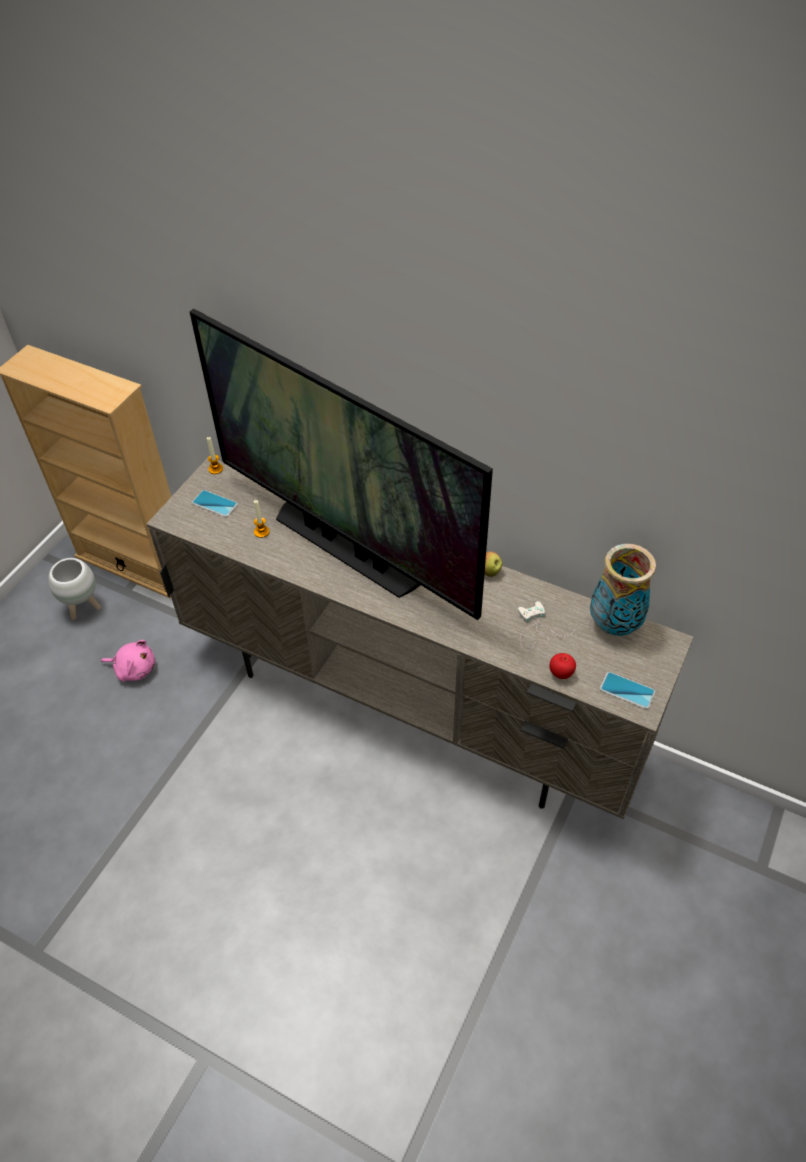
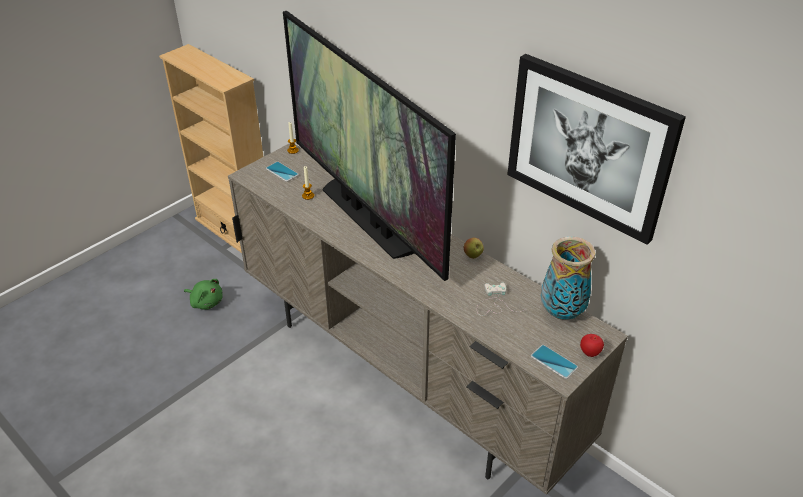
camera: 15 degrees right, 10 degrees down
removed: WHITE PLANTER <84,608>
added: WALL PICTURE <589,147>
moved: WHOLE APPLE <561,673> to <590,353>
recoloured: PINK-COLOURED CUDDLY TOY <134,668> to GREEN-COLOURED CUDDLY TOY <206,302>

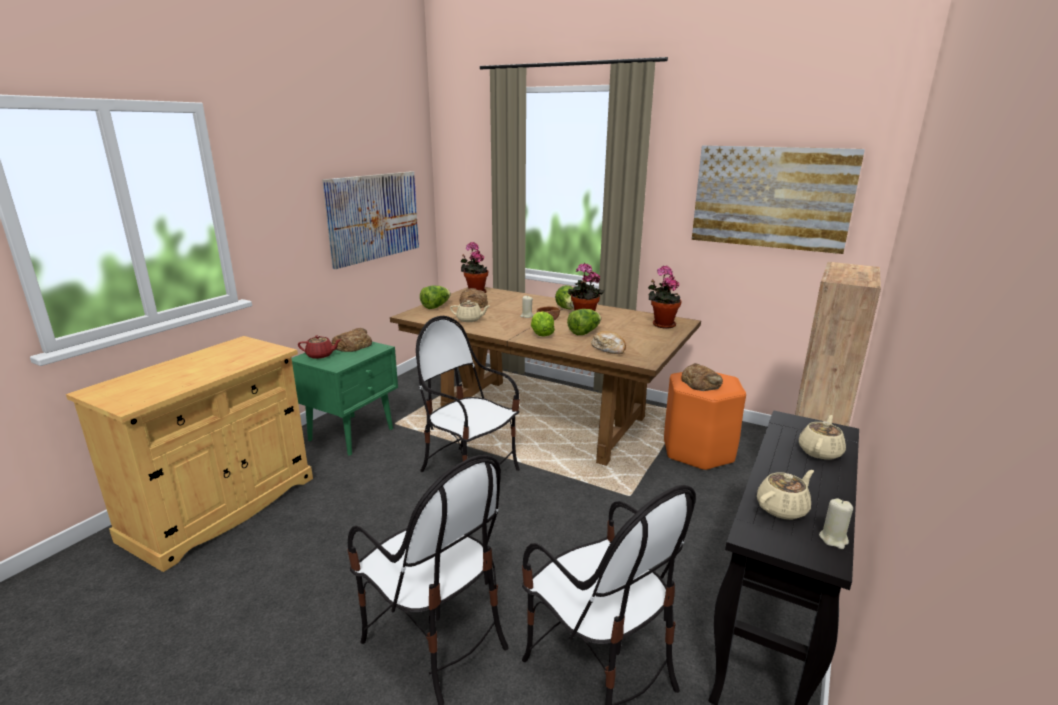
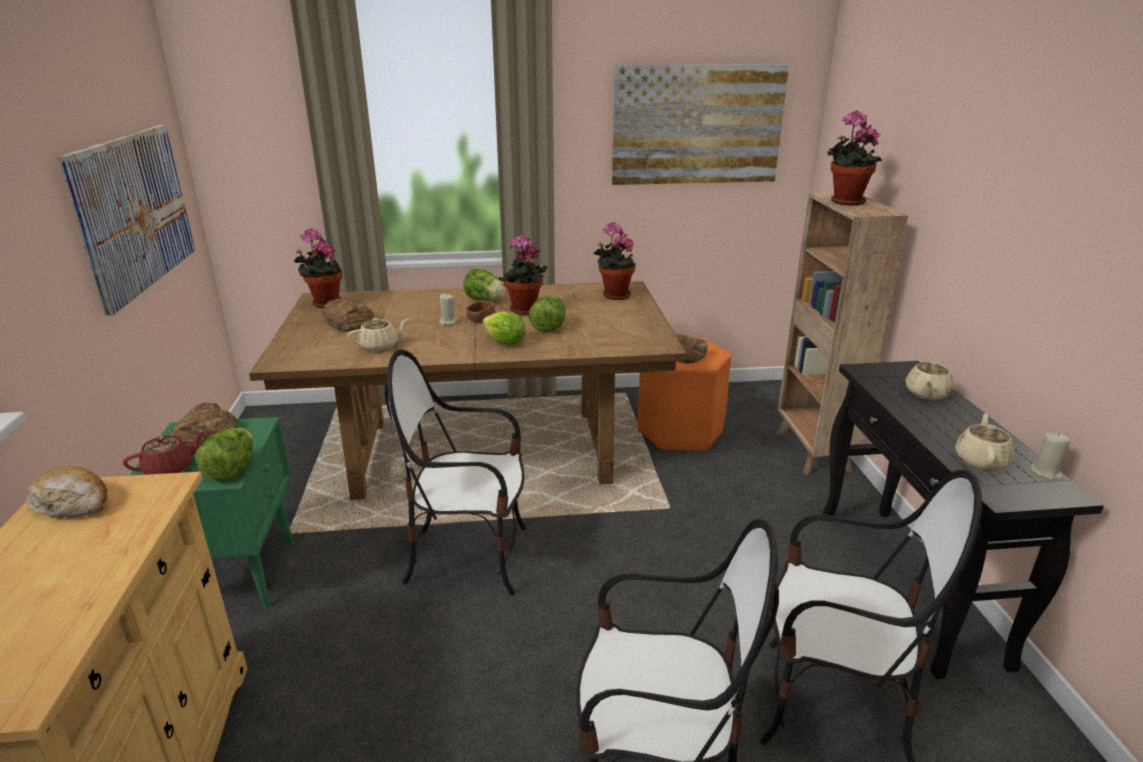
camera: 35 degrees left, 5 degrees up
added: HOUSEPLANT <844,202>
moved: LETTUCE <436,307> to <232,470>; BREAD <609,349> to <73,503>
turned: BEIGE TEA POT <820,451> = <926,393> 150 degrees counterclockwise

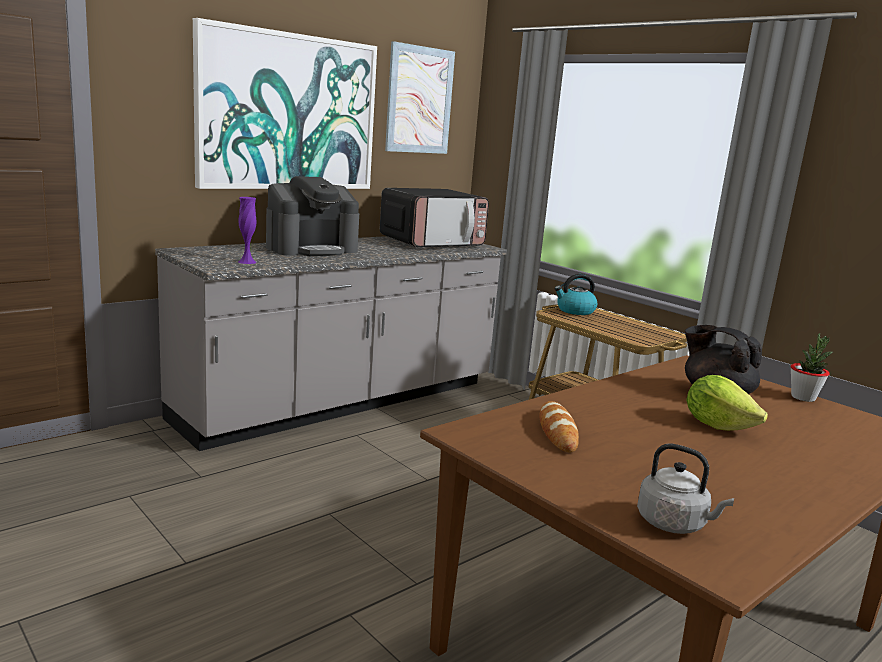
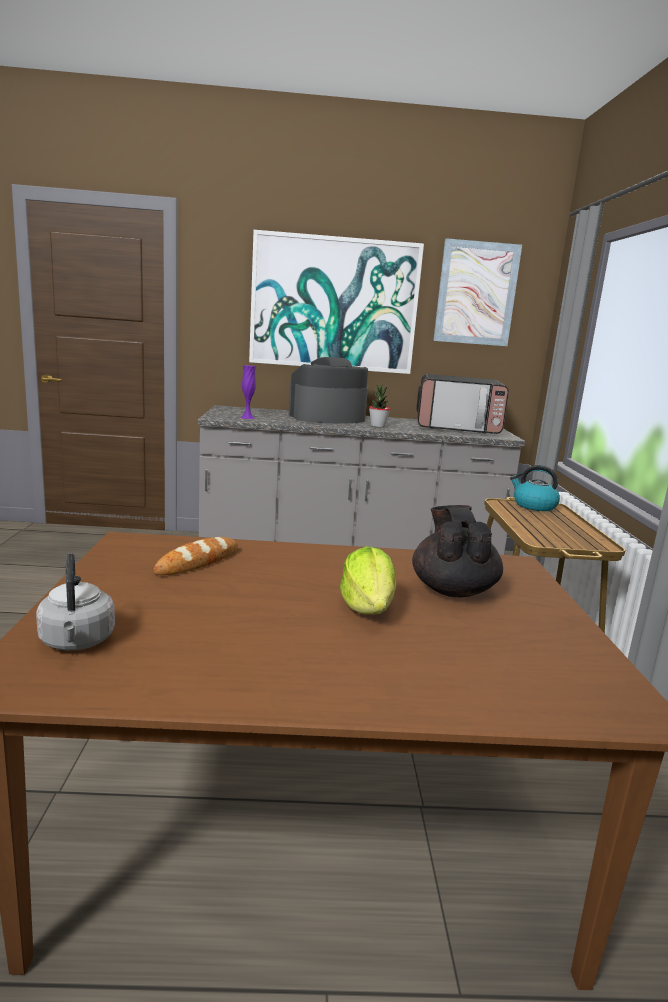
camera: 40 degrees right, 0 degrees up
moved: HOUSEPLANT <803,398> to <377,426>
turned: COFFEE BREWER <312,249> = <327,418> 150 degrees clockwise

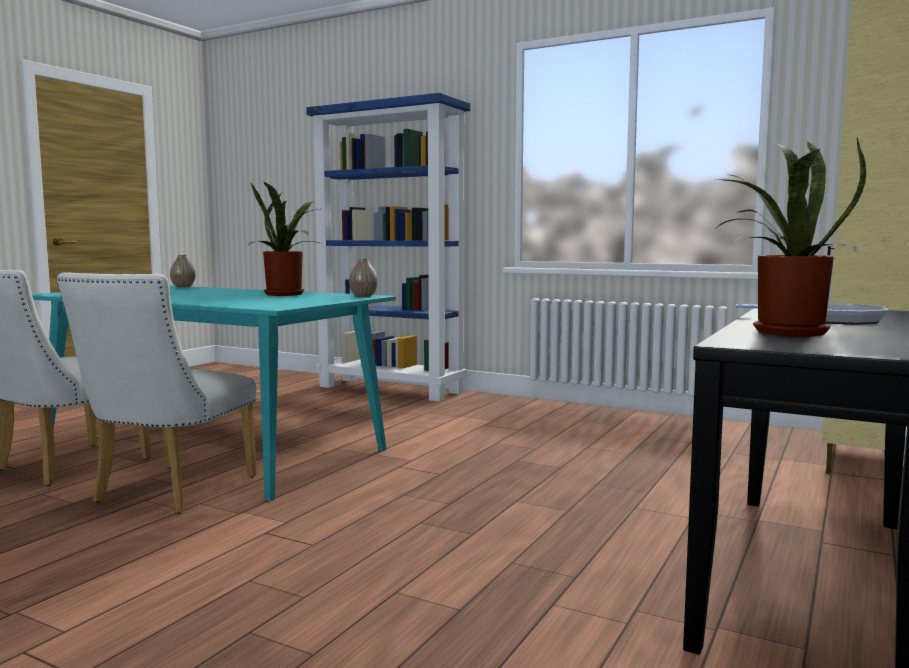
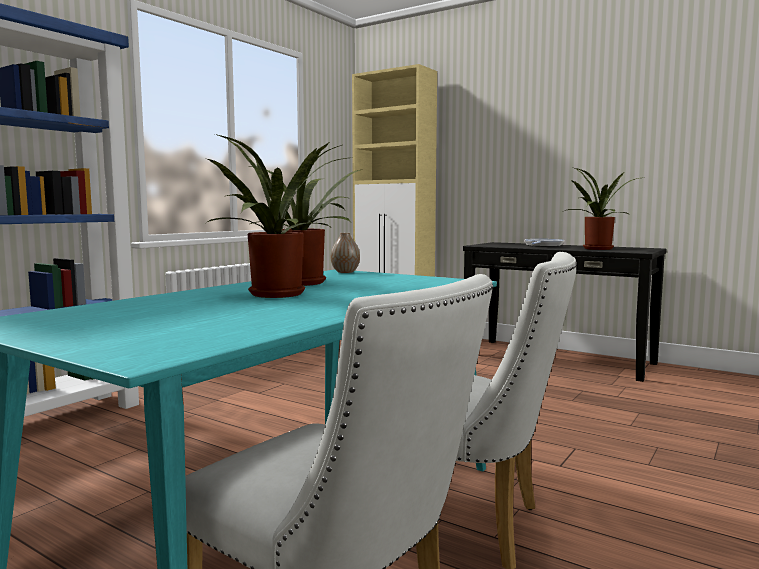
camera: 85 degrees left, 0 degrees up
removed: VASE <183,287>
added: HOUSEPLANT <275,295>

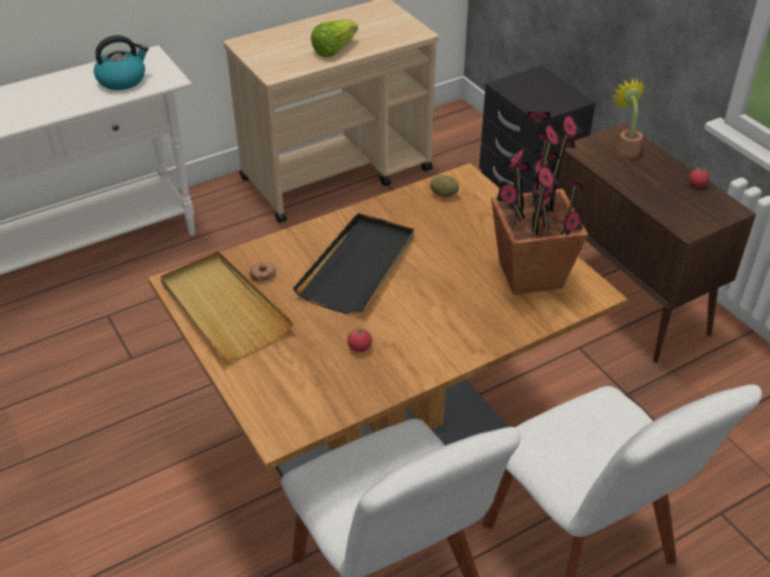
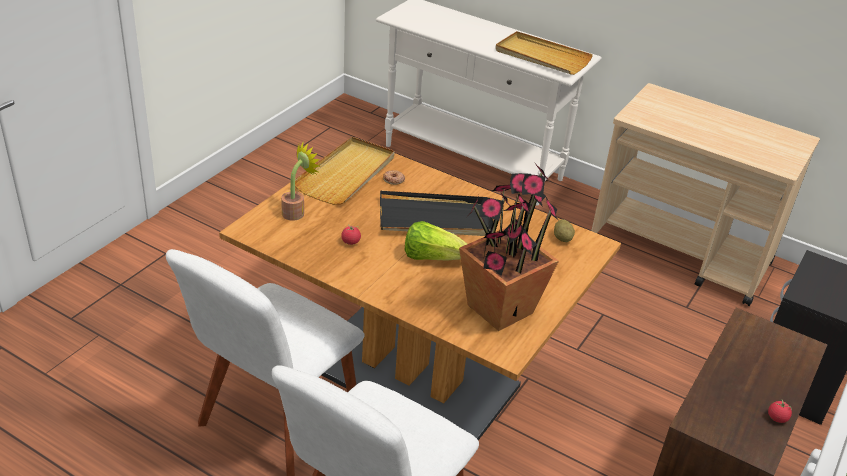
camera: 60 degrees right, 5 degrees down
moved: LETTUCE <334,50> to <432,257>; HOUSEPLANT <626,149> to <297,212>
replaced: WATER KETTLE <122,80> to BEIGE SERVING TRAY <542,57>

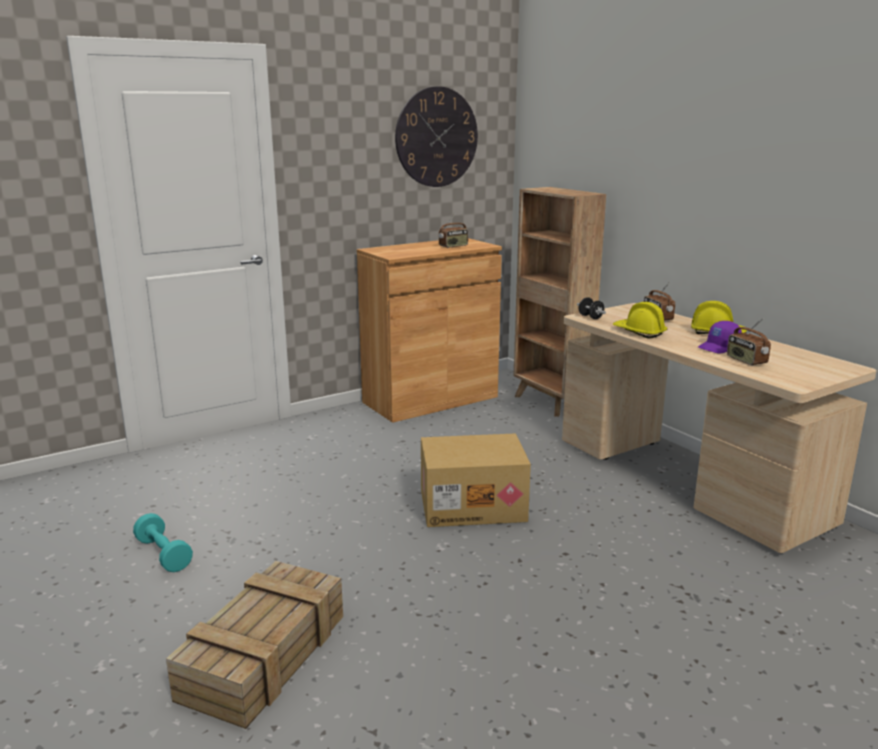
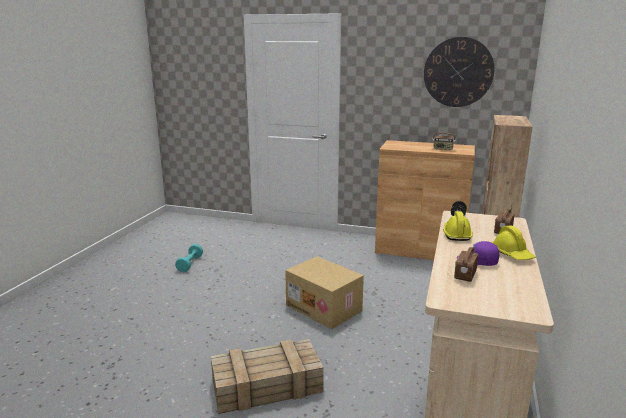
camera: 50 degrees right, 0 degrees up
moved: SHIPPING CRATE <265,654> to <268,385>

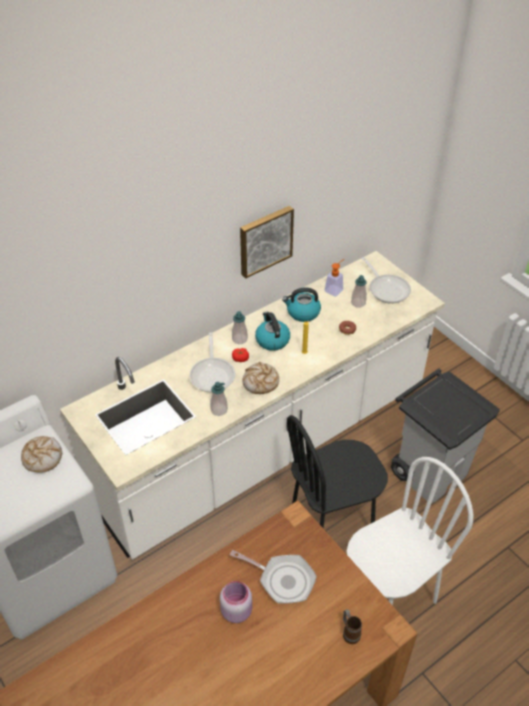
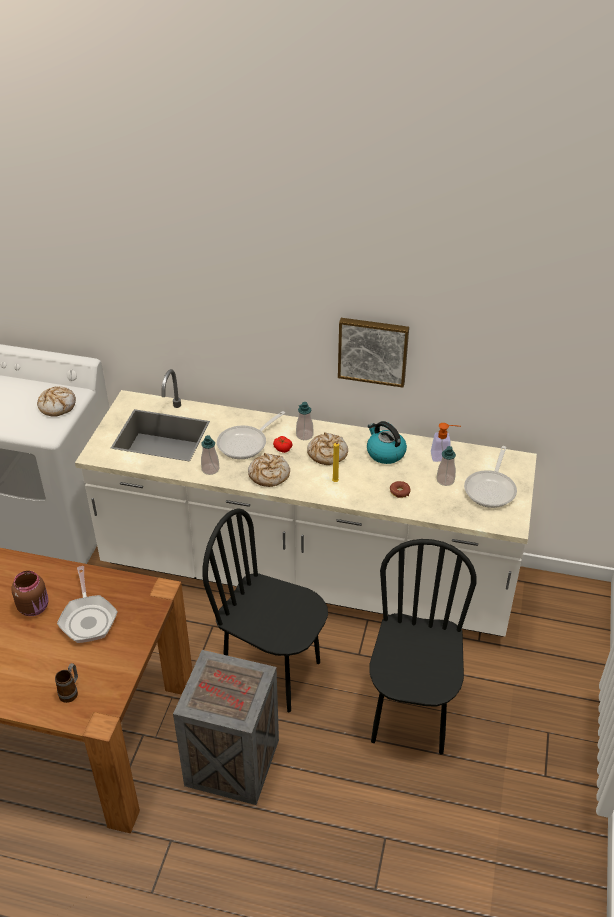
camera: 50 degrees right, 5 degrees down
replaced: WATER KETTLE <272,340> to BREAD <327,454>; WHITE UPRIGHT CHAIR <389,594> to SHIPPING CRATE <233,764>; GRAY WASTE BIN <430,471> to BLACKISH UPRIGHT CHAIR <411,715>
recoloured: PINK-COLOURED STORAGE JAR <236,610> to BROWN STORAGE JAR <34,607>

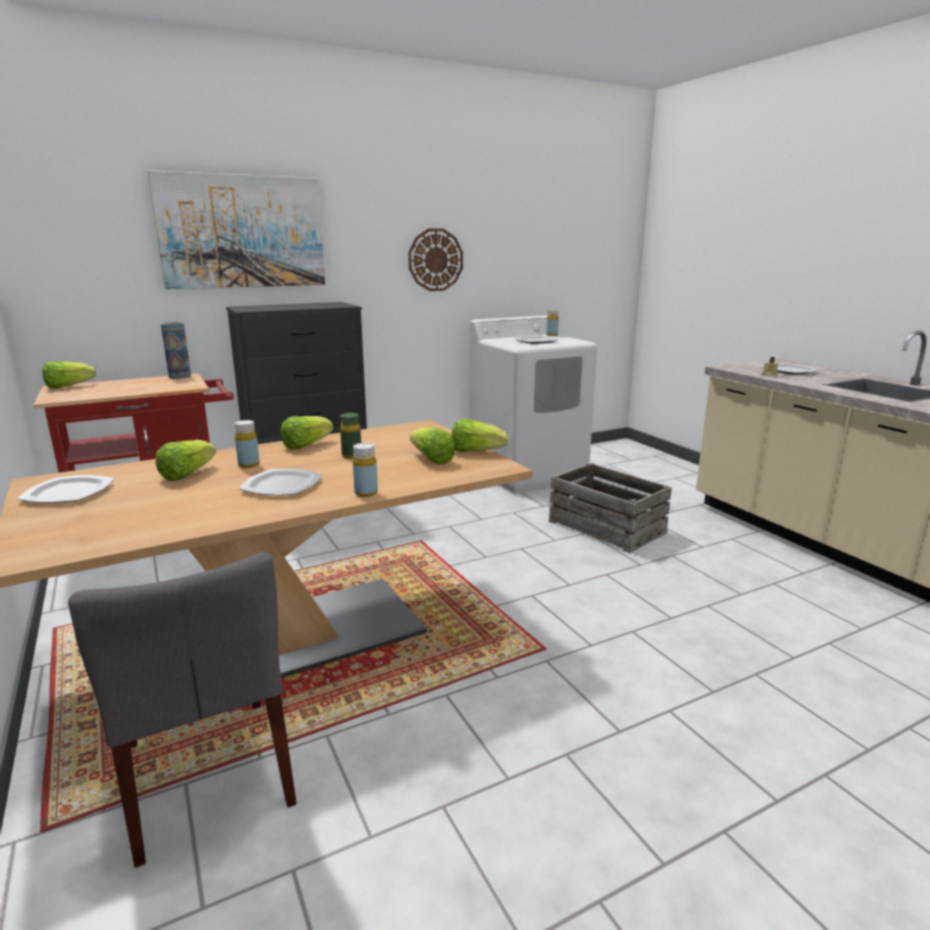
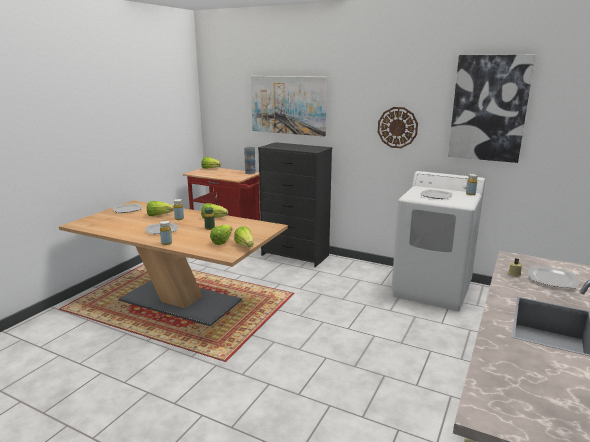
camera: 55 degrees right, 0 degrees up
removed: GRAY UPRIGHT CHAIR <208,774>; SHIPPING CRATE <605,527>
added: WALL PICTURE <489,108>

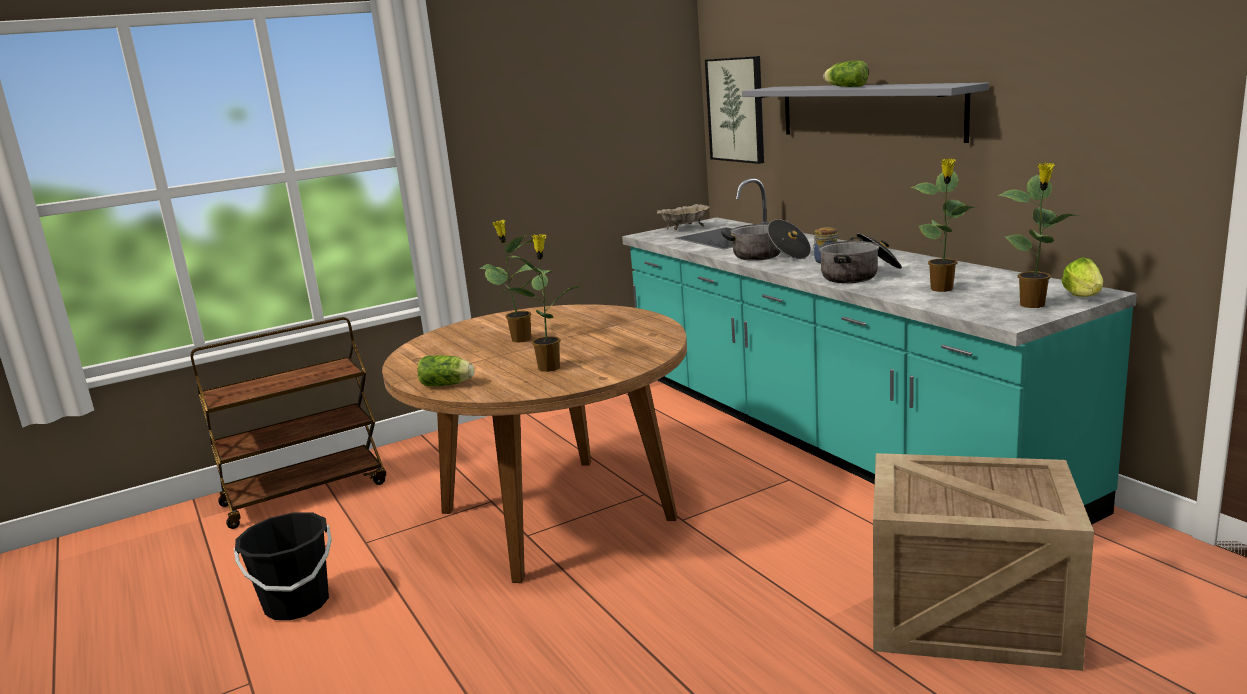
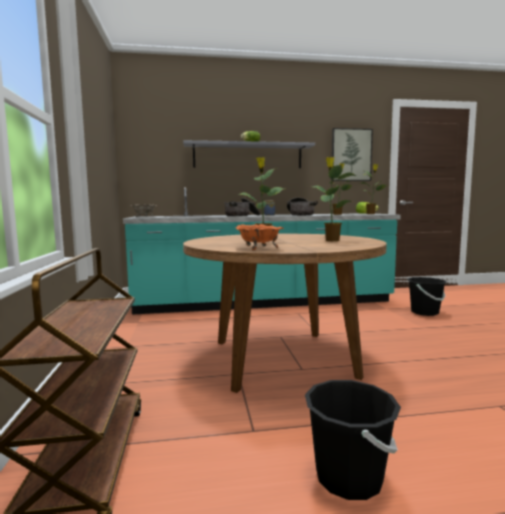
camera: 70 degrees left, 10 degrees down
removed: LETTUCE <448,385>
added: ORANGEY DEEP DISH <258,248>
moved: WALL PICTURE <736,109> to <351,155>
replaced: SHIPPING CRATE <972,615> to BLACKISH BUCKET <424,312>

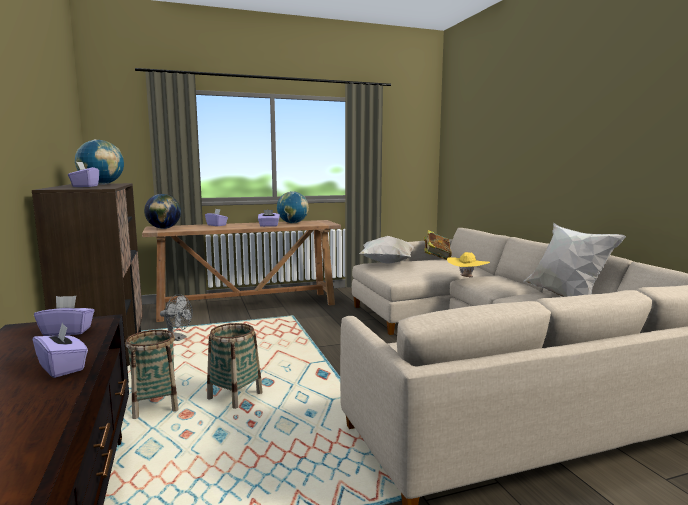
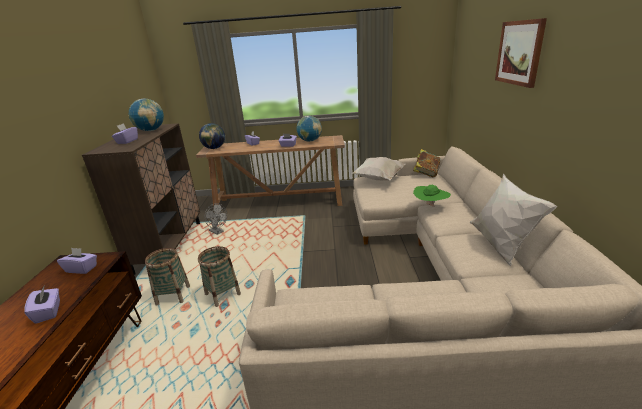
camera: 20 degrees right, 15 degrees up
added: WALL PICTURE <519,52>
recoloured: YELLOW-COLOURED WEARABLE HAT <467,278> to GREEN-COLOURED WEARABLE HAT <430,206>

